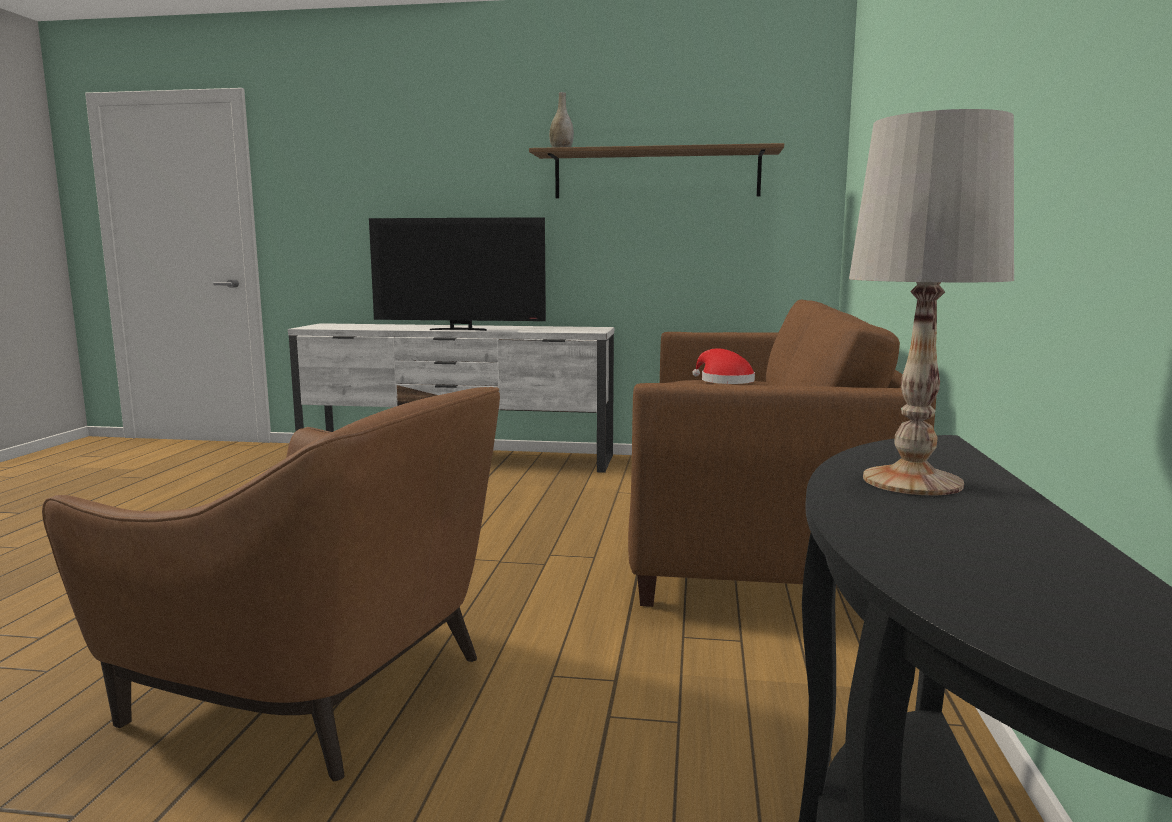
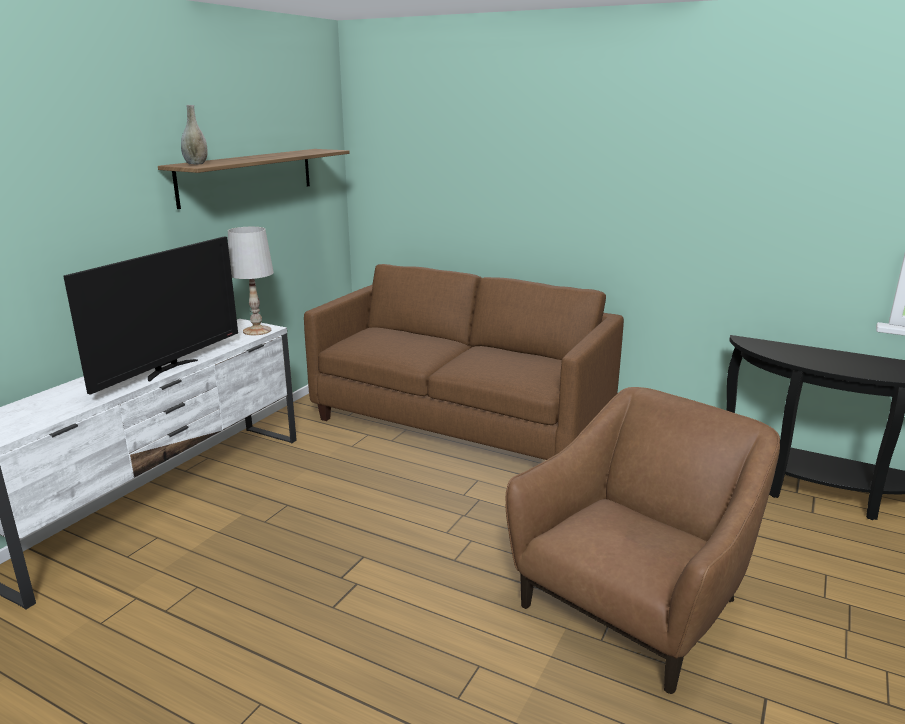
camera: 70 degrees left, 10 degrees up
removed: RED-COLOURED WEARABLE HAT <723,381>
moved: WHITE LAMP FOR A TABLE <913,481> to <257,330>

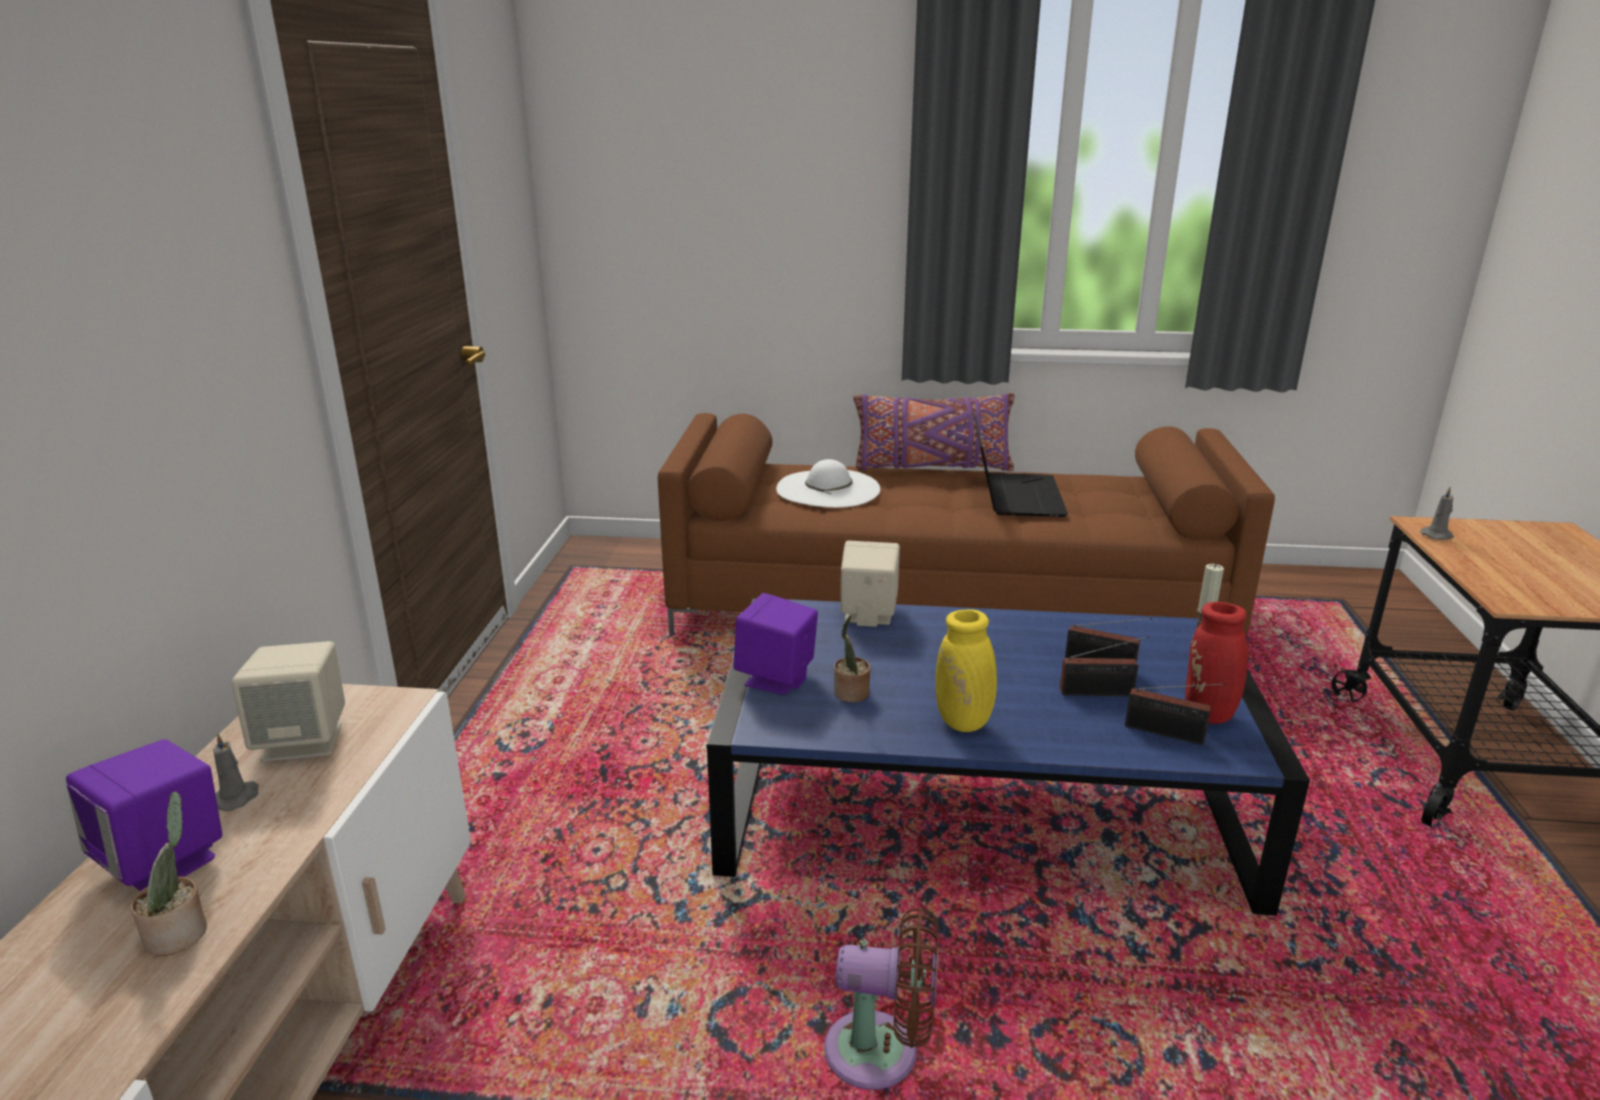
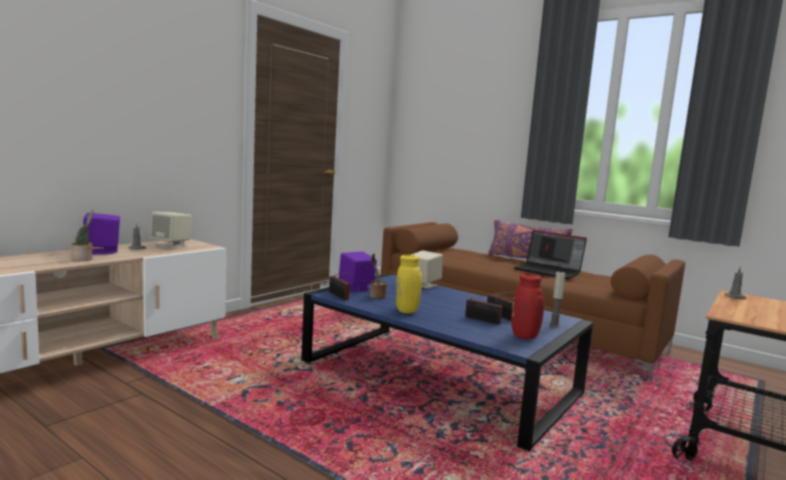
camera: 30 degrees right, 15 degrees down
removed: WHITE WEARABLE HAT <828,489>; BROWN FAN <881,1053>
moved: RADIO SET <1168,734> to <339,296>
turned: LAPTOP <1013,495> = <549,271> 90 degrees clockwise

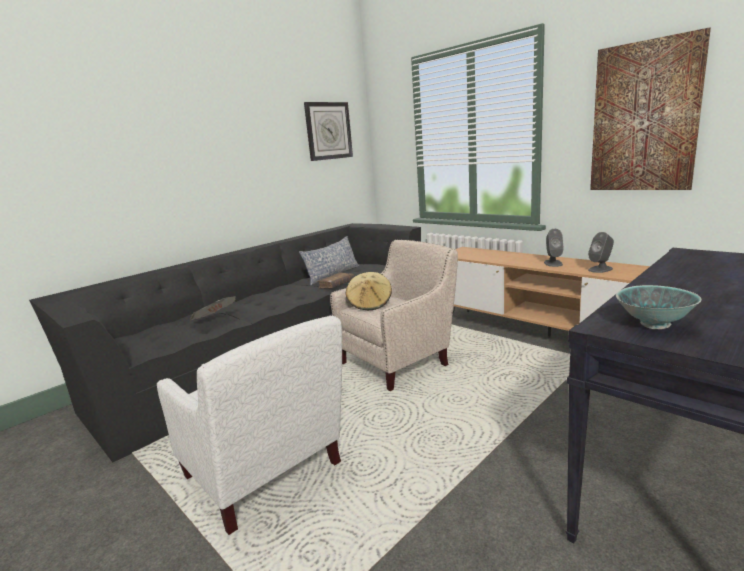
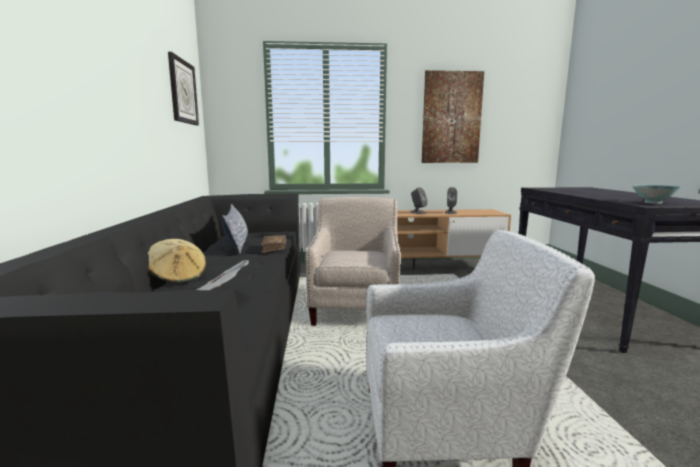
camera: 50 degrees left, 5 degrees down
moved: BEIGE WEARABLE HAT <370,304> to <178,277>

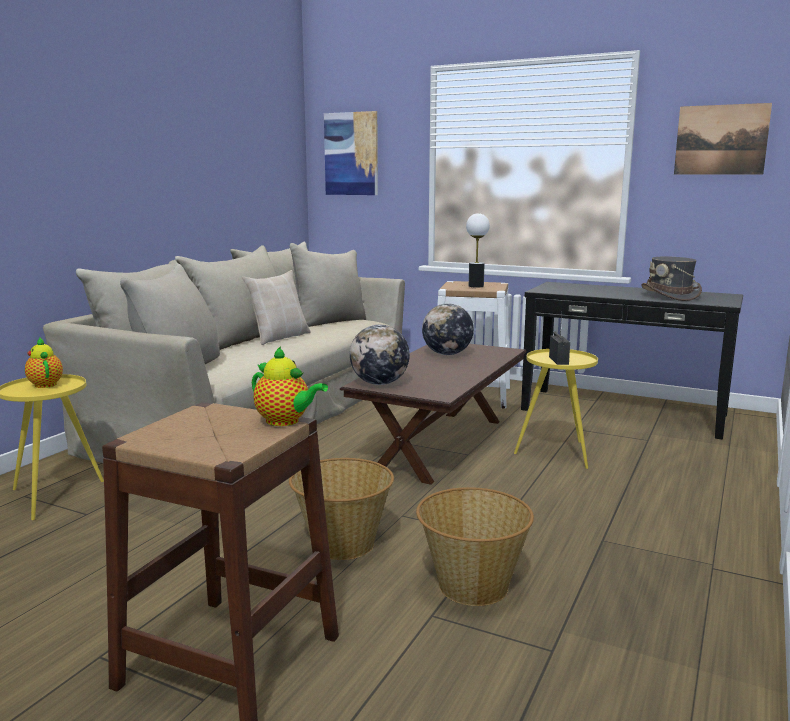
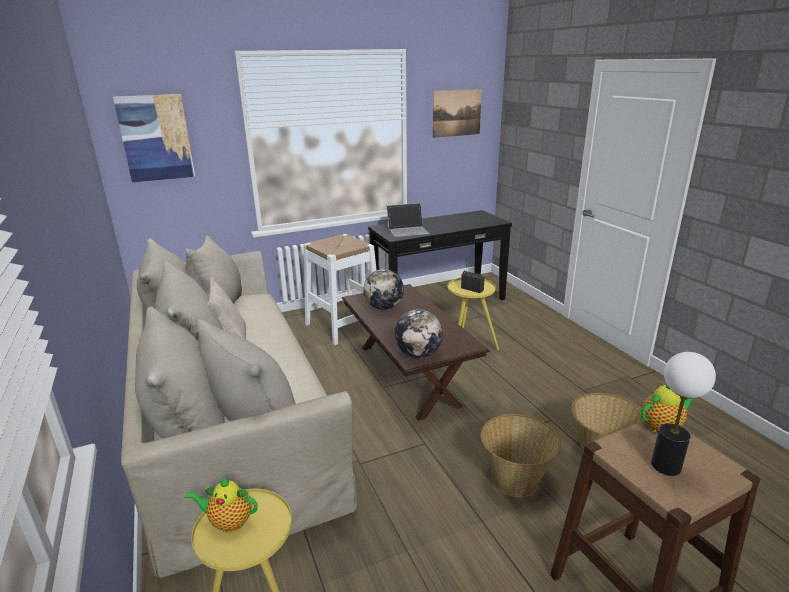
camera: 50 degrees left, 10 degrees up
removed: GRAY WEARABLE HAT <670,296>
added: LAPTOP <408,230>
moved: LAMP FOR A TABLE <476,286> to <665,465>

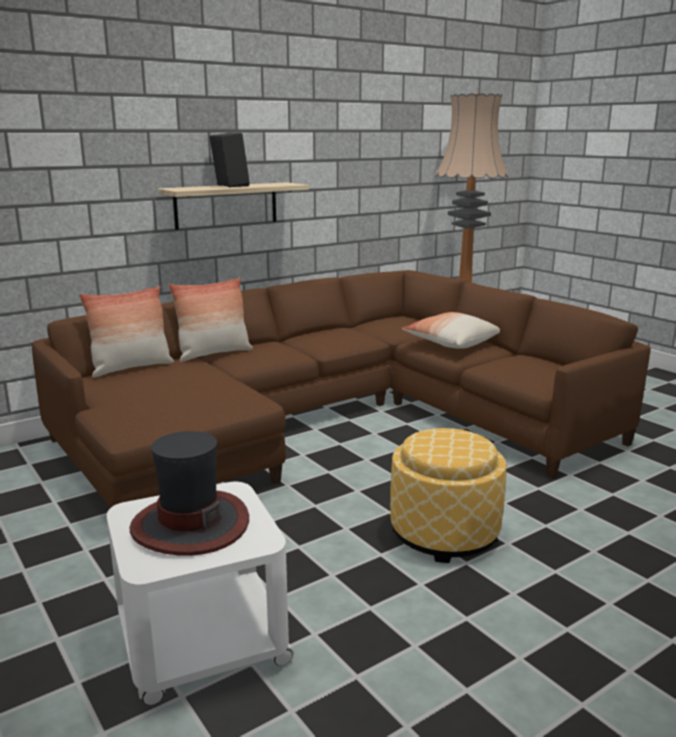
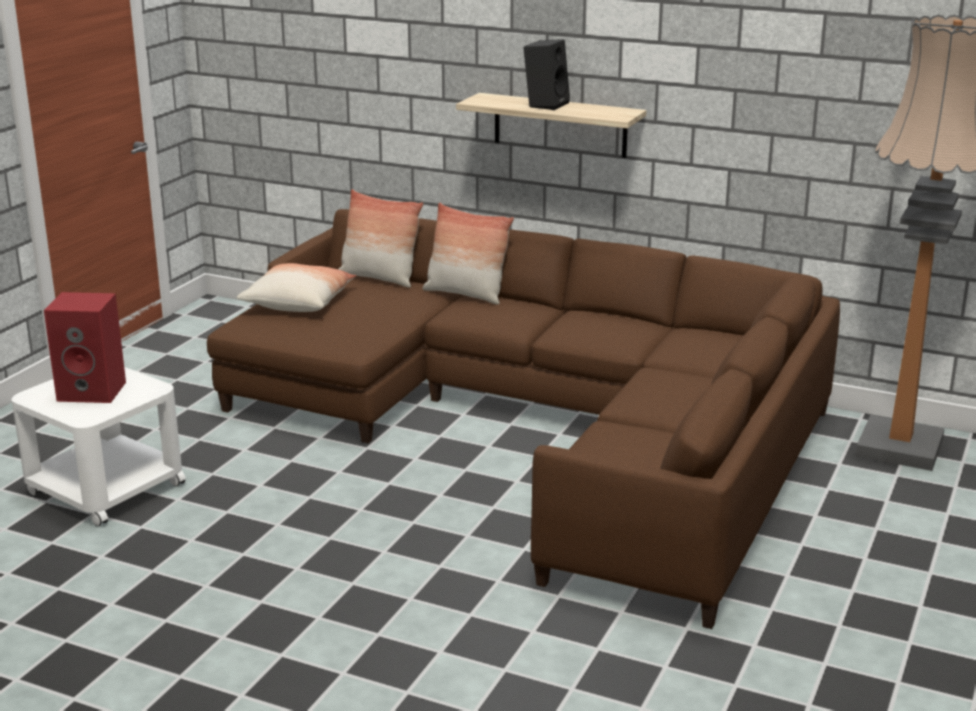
camera: 60 degrees right, 5 degrees up
removed: FOOTREST <444,533>
moved: PILLOW <451,343> to <299,302>
replaced: WEARABLE HAT <190,524> to RED-COLOURED LOUDSPEAKER <94,391>

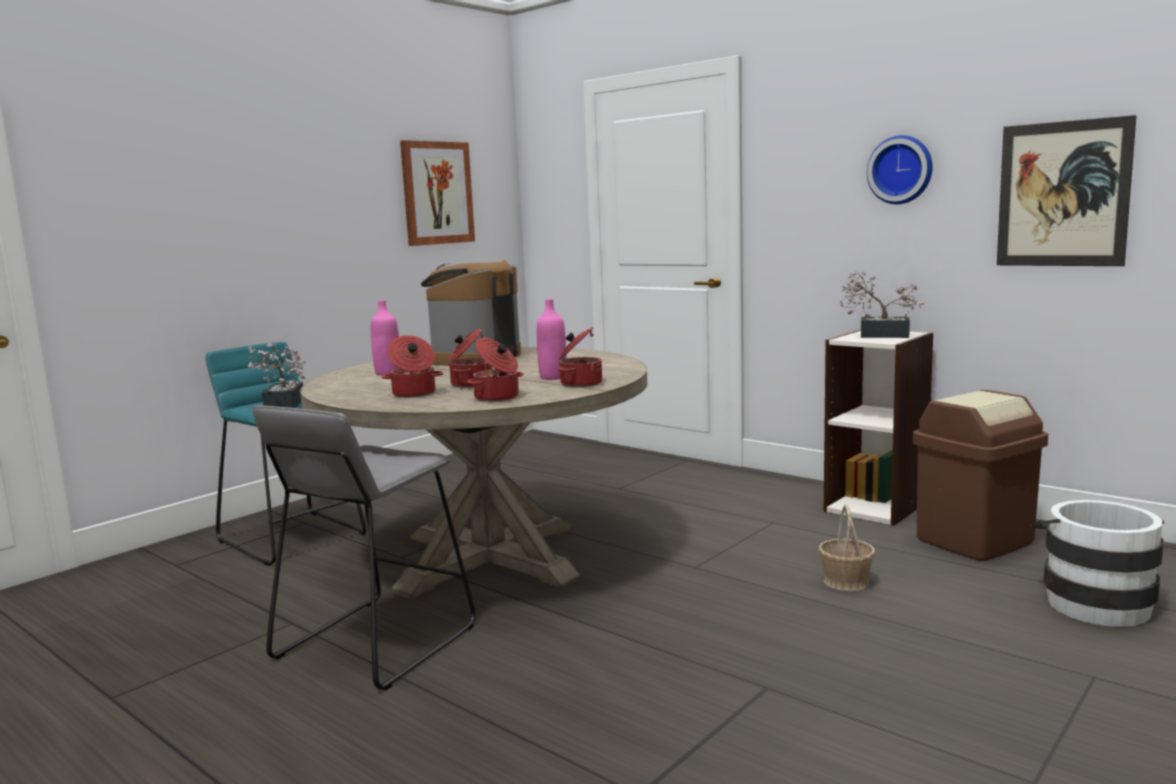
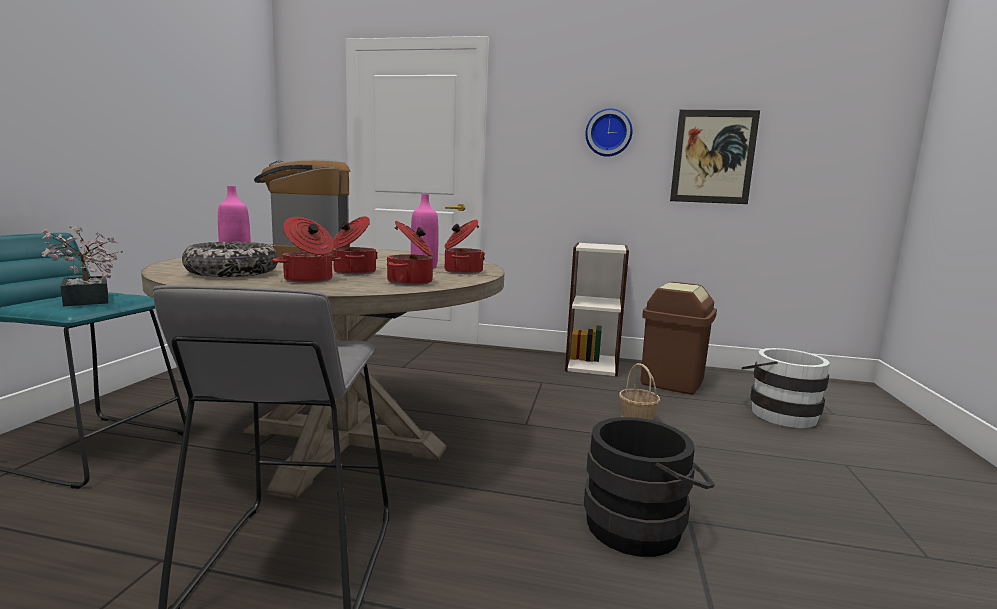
camera: 30 degrees left, 0 degrees up
removed: WALL PICTURE <437,193>; HOUSEPLANT <877,335>
added: DEEP DISH <233,273>; BLACKISH BUCKET <641,525>

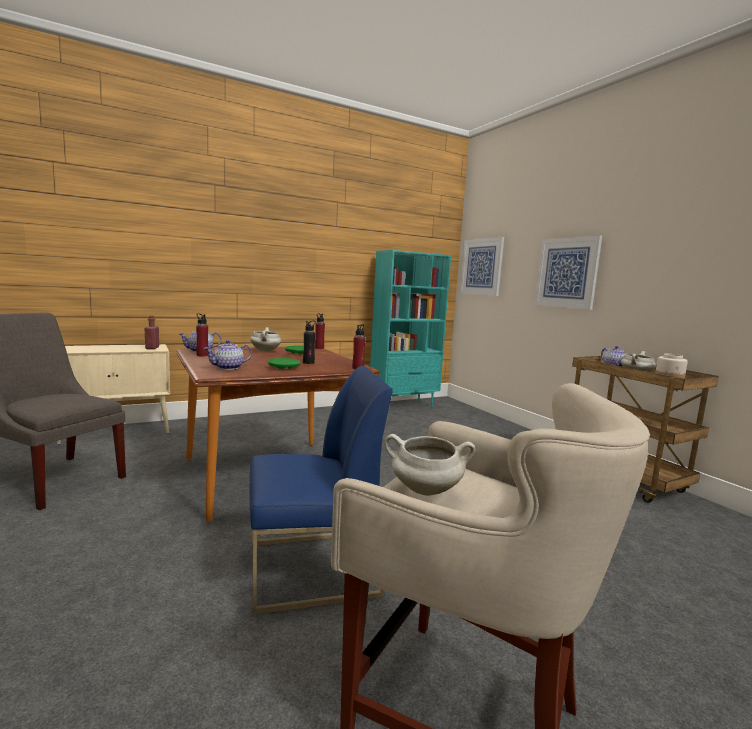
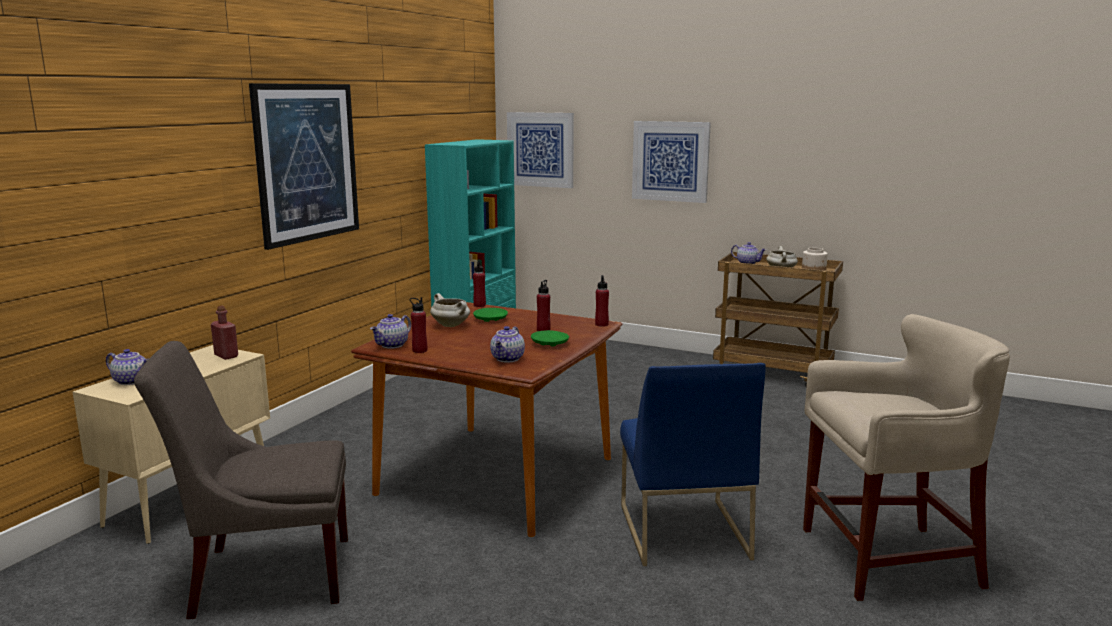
camera: 35 degrees left, 5 degrees up
removed: WHITE COOKING POT <424,491>
added: TEA POT <132,381>; WALL PICTURE <307,163>
recoloured: BLACKISH DRINK BOTTLE <308,362> to RED-COLOURED DRINK BOTTLE <543,330>
turned: BLUE-COLOURED UPRIGHT CHAIR <311,569> = <682,531> 135 degrees clockwise

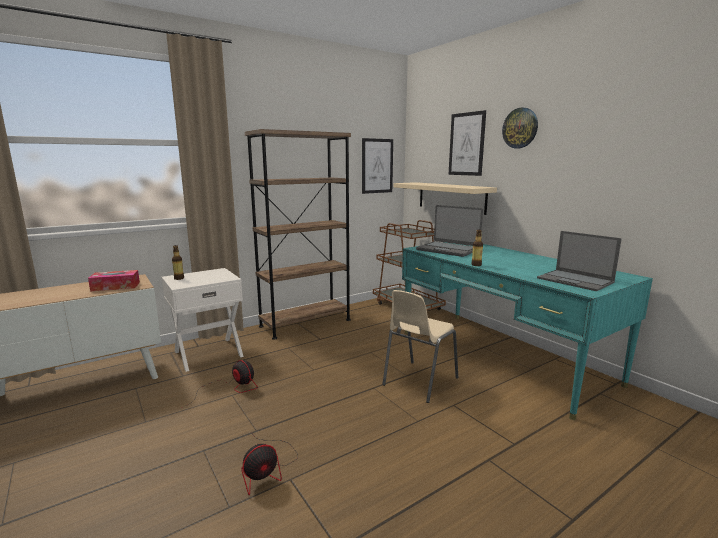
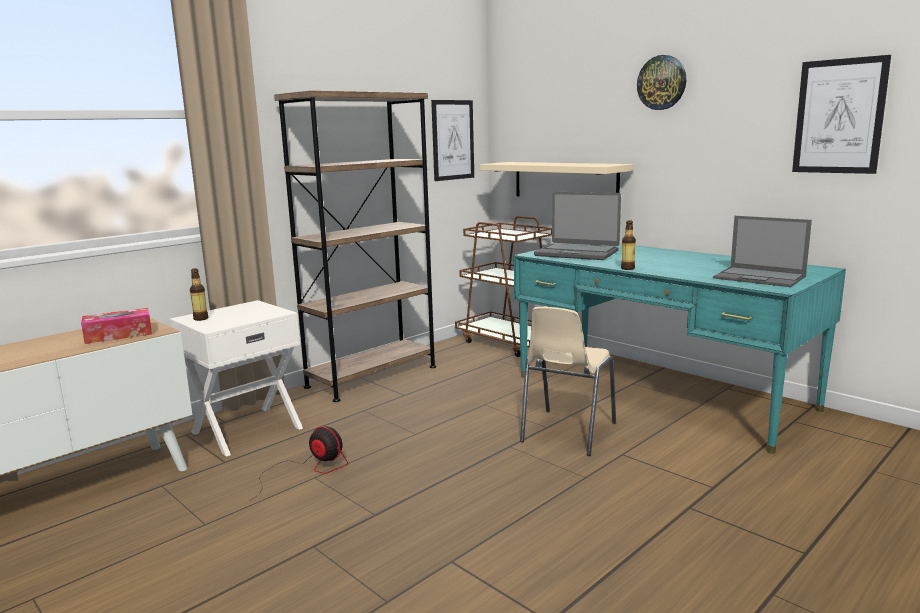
camera: 10 degrees left, 0 degrees up
removed: FAN <267,469>
moved: WALL PICTURE <466,144> to <839,116>

